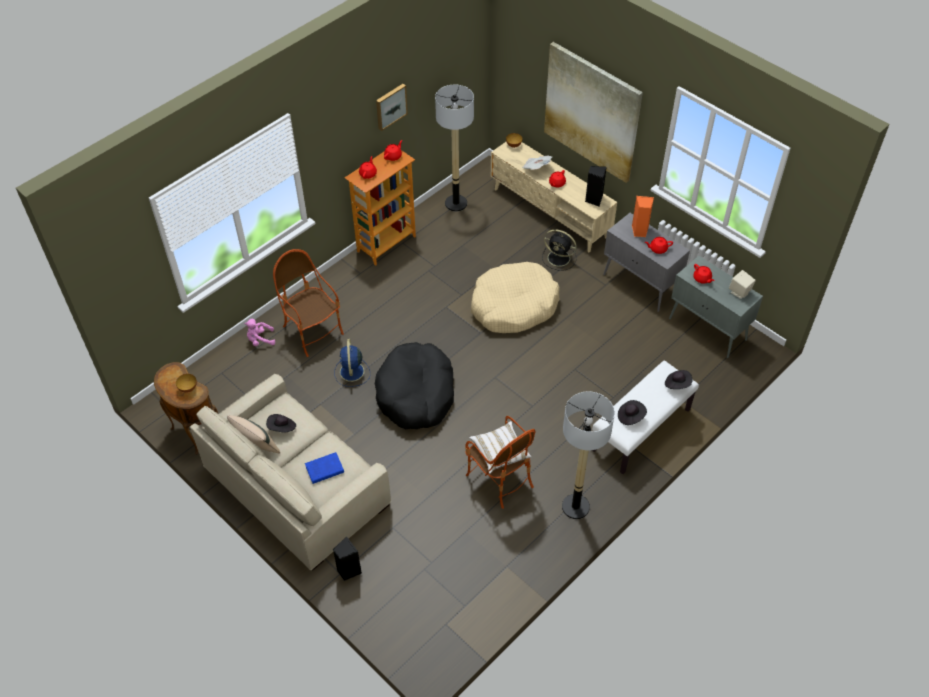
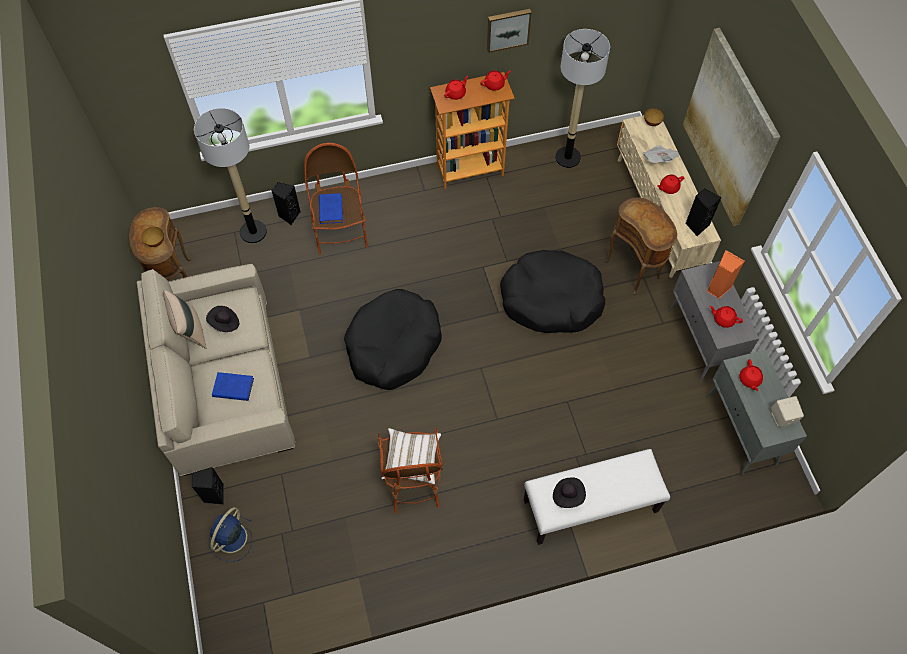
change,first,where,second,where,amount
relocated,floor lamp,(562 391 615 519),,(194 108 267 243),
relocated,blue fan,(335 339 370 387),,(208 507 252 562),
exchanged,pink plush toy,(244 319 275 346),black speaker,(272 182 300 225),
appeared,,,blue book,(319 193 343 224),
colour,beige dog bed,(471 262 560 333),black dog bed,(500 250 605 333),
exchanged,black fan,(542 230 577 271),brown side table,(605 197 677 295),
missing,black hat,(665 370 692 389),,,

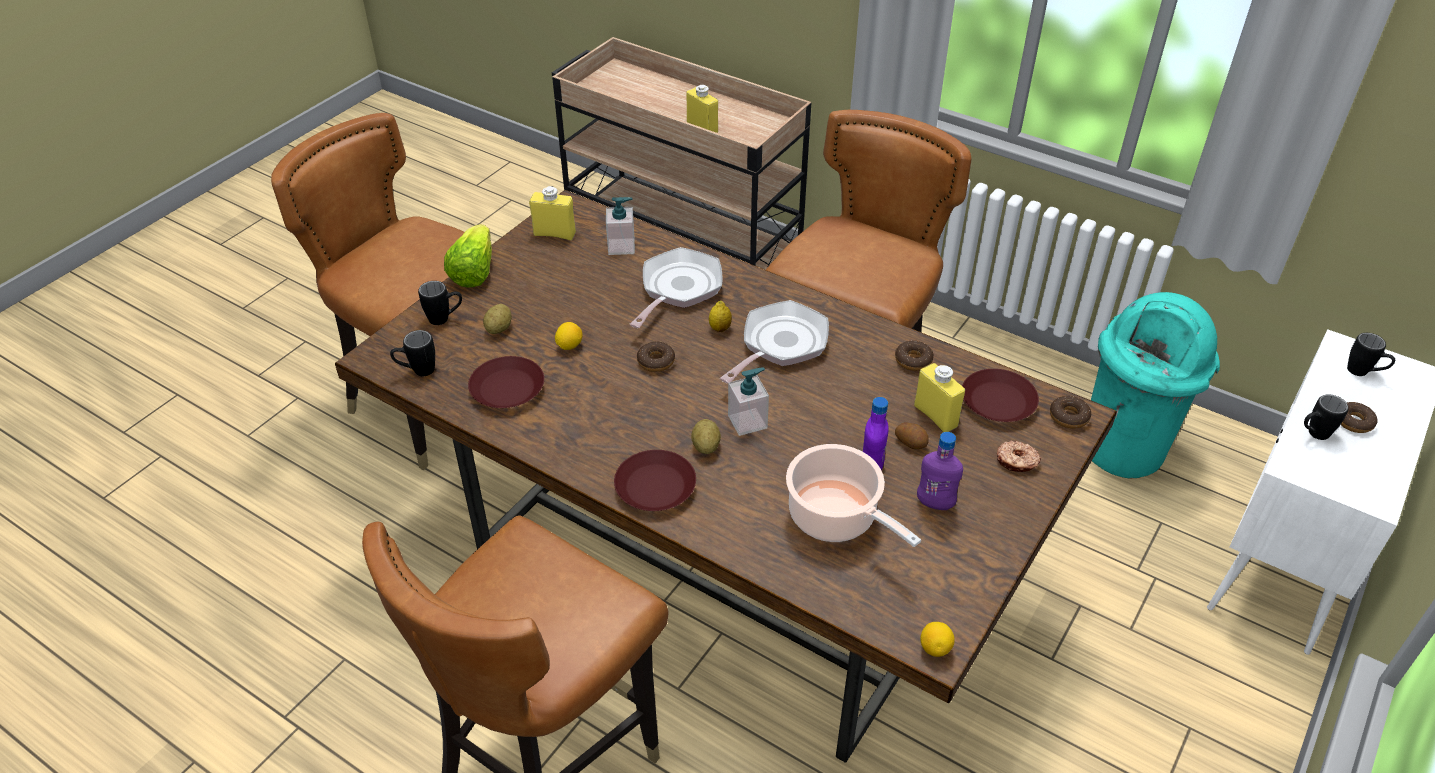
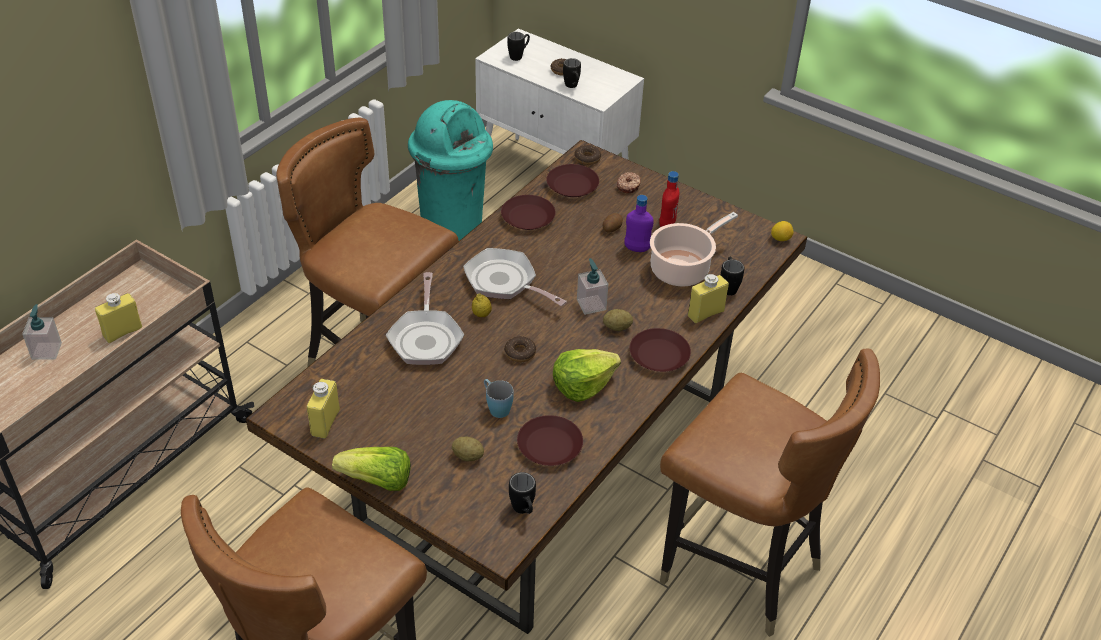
change,first,where,second,where,amount
relocated,soap dispenser,(606 197 635 255),,(22 304 62 360),
spun,frying pan,(630 247 723 328),,(386 272 464 365),120 degrees counterclockwise
exchanged,lemon,(555 322 583 350),blue mug,(484 379 514 418),
exchanged,donut,(895 341 934 371),brown plate,(501 195 556 230),
appeared,,,lettuce,(553 349 621 402),
colour,purple bottle,(917 432 963 510),red bottle,(659 171 679 227),
relocated,yellow bottle,(914 363 965 432),,(688 274 729 323),
relocated,black mug,(418 281 462 325),,(721 257 744 295),

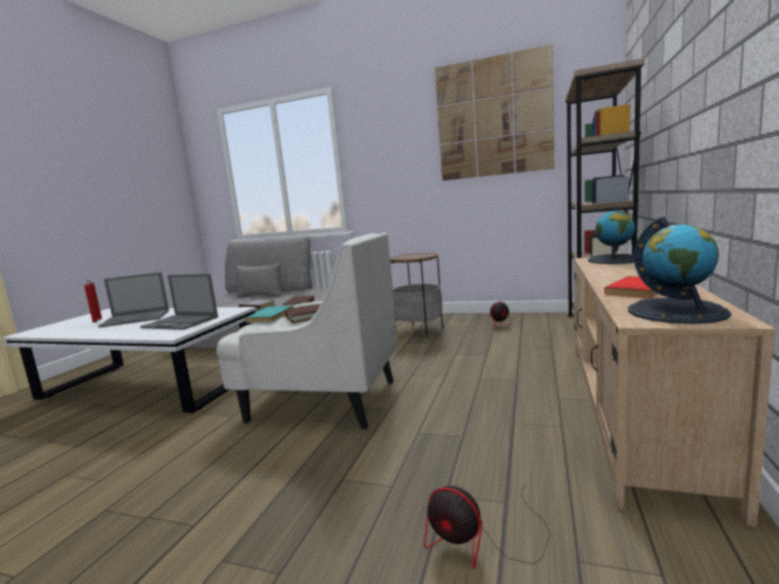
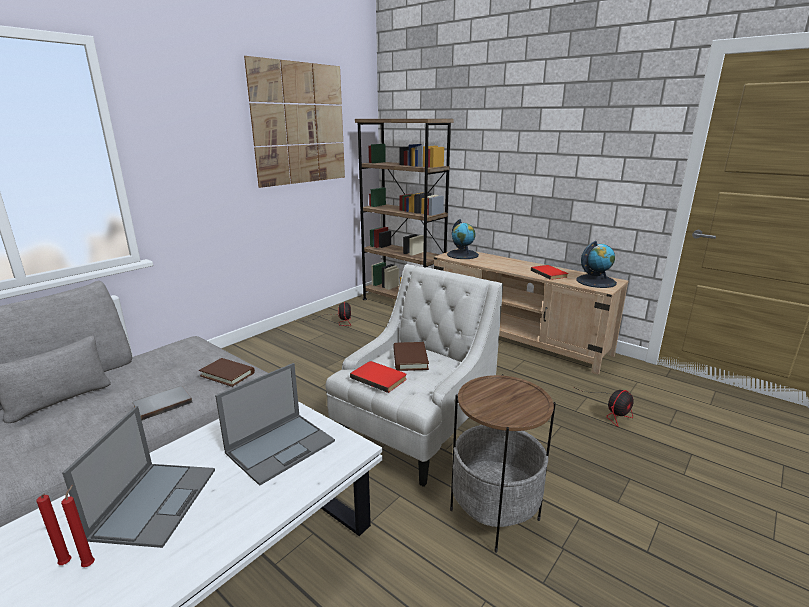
change,first,where,second,where,amount
colour,turquoise book,(245 306 292 323),red book,(350 361 407 393),
relocated,side table,(390 253 443 338),,(450 374 556 553),

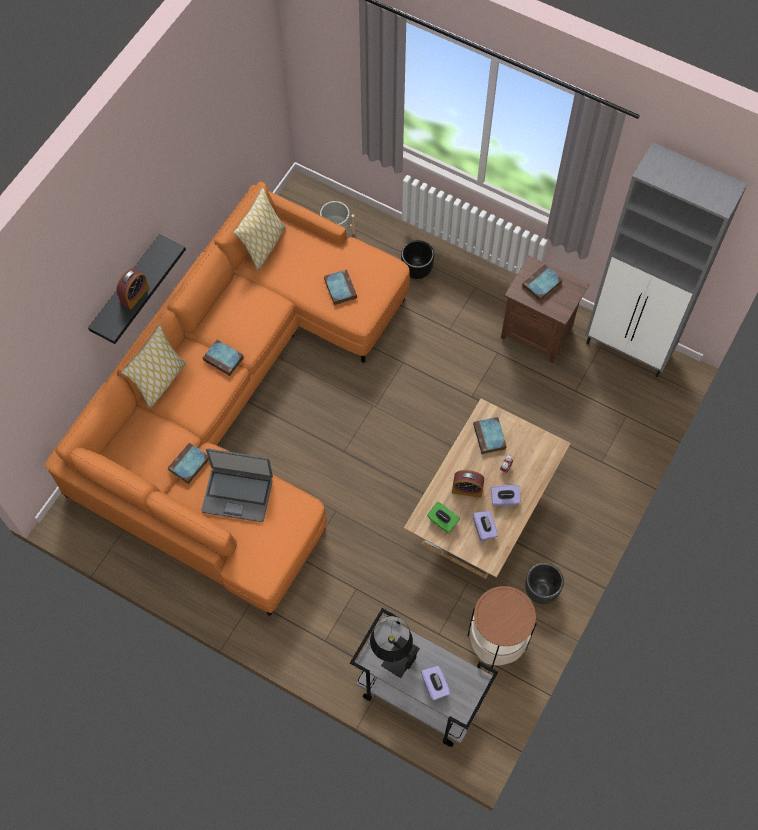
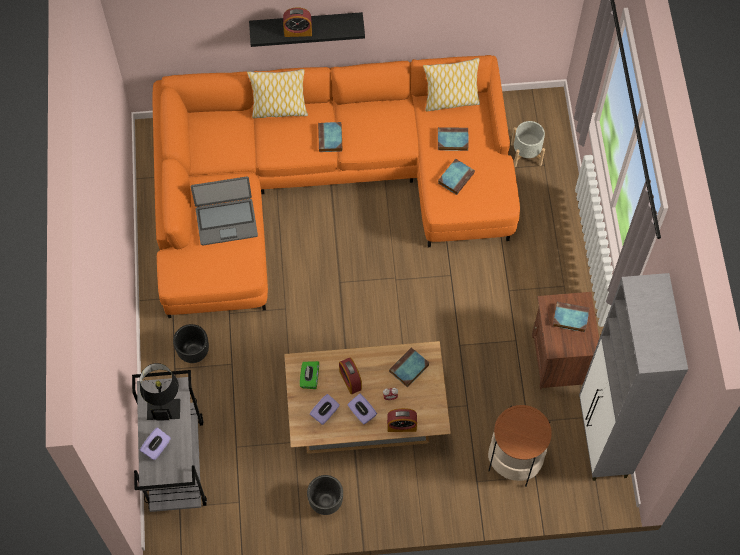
change,first,where,second,where,amount
relocated,black planter,(401 240 434 279),,(173 324 209 363),
spun,laptop,(201 448 273 522),,(191 176 258 246),75 degrees counterclockwise
appeared,,,alarm clock,(387 408 417 432),
relocated,book,(168 443 209 484),,(438 127 469 151),
relocated,side table,(467 586 537 669),,(488 405 552 487),

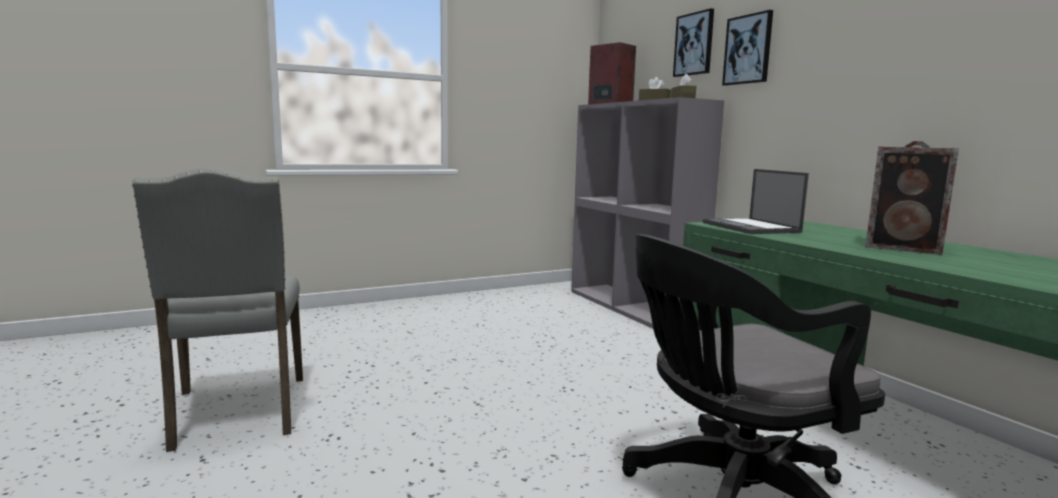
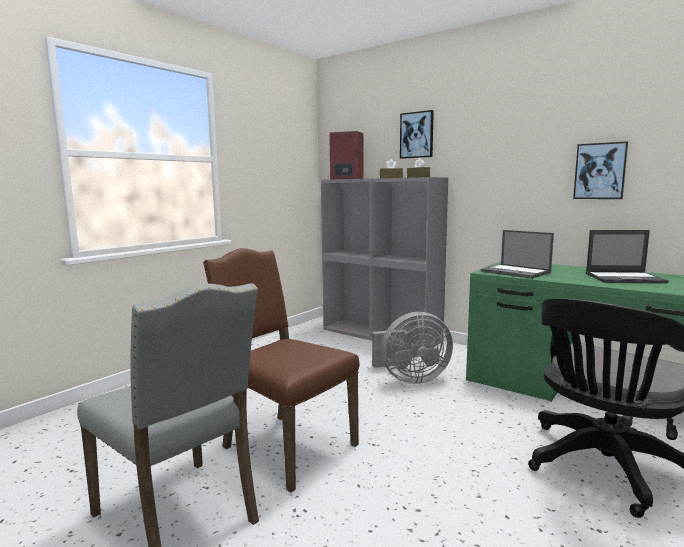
change,first,where,second,where,amount
appeared,,,brown chair,(203 248 360 493),
appeared,,,grey fan,(372 312 453 384),
relocated,picture,(722 10 773 86),,(573 141 628 199),
exchanged,speaker,(865 141 959 255),laptop,(586 230 669 284),

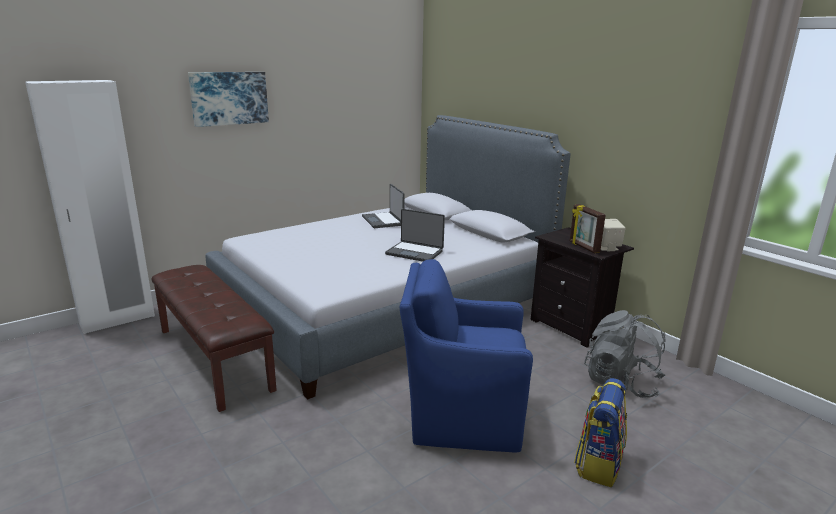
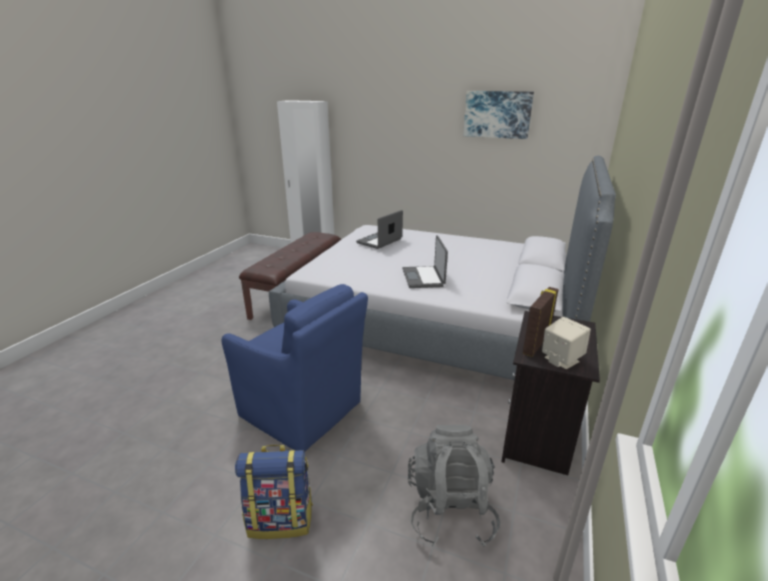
change,first,where,second,where,amount
spun,blue armchair,(400 259 533 453),,(222 284 368 452),150 degrees clockwise
relocated,laptop,(362 184 405 228),,(356 210 403 249),
relocated,picture,(188 72 269 127),,(463 91 534 139),

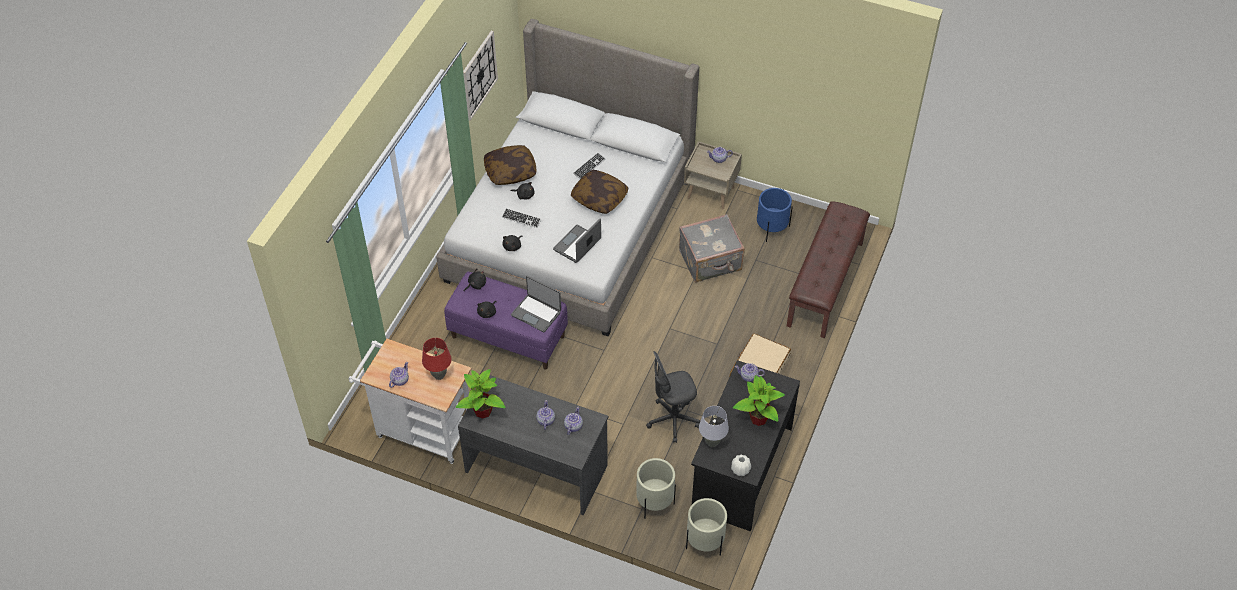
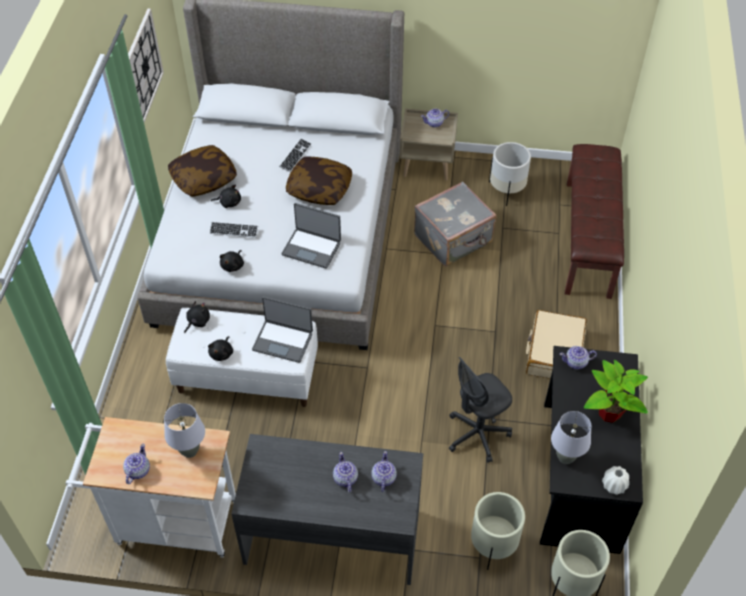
change,first,where,second,where,amount
colour,red table lamp,(422 338 452 380),grey table lamp,(164 403 205 458),
colour,purple bench,(444 272 568 370),white bench,(166 308 318 407),
spun,laptop,(553 218 601 263),,(281 203 341 269),90 degrees counterclockwise
colour,blue planter,(757 188 793 242),white planter,(489 142 531 206),
missing,potted plant,(456 369 506 419),,,

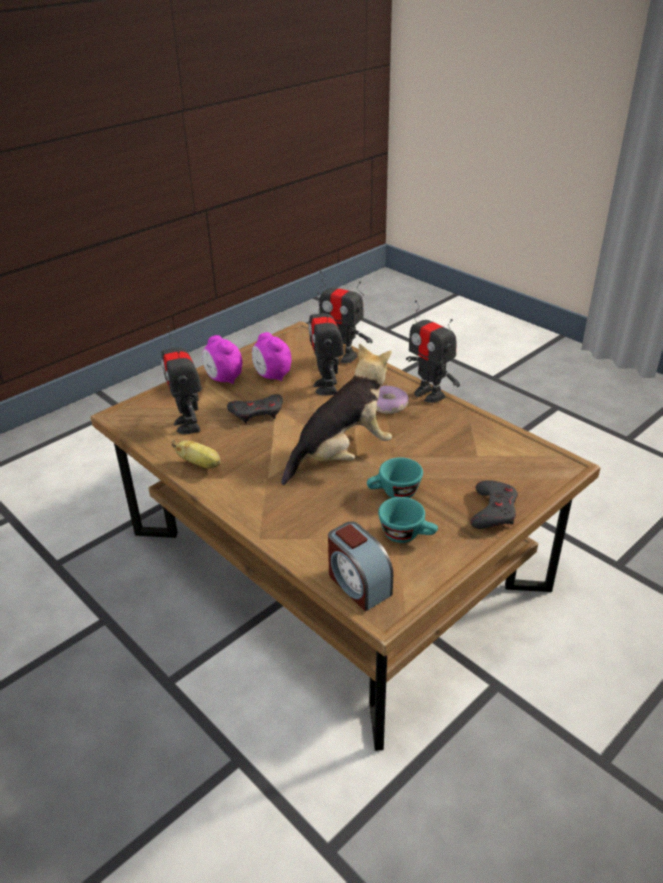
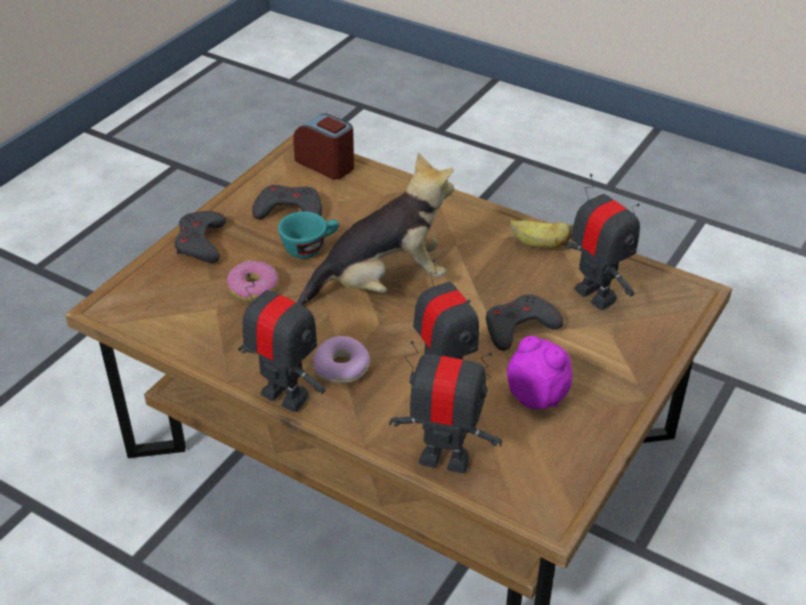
change,first,where,second,where,amount
appeared,,,donut,(227 261 279 302),
exchanged,turquoise cup,(378 497 438 543),grey game controller,(252 184 322 219),
spun,plush toy,(281 343 392 485),,(297 153 454 305),150 degrees counterclockwise
missing,alarm clock,(202 335 242 384),,,

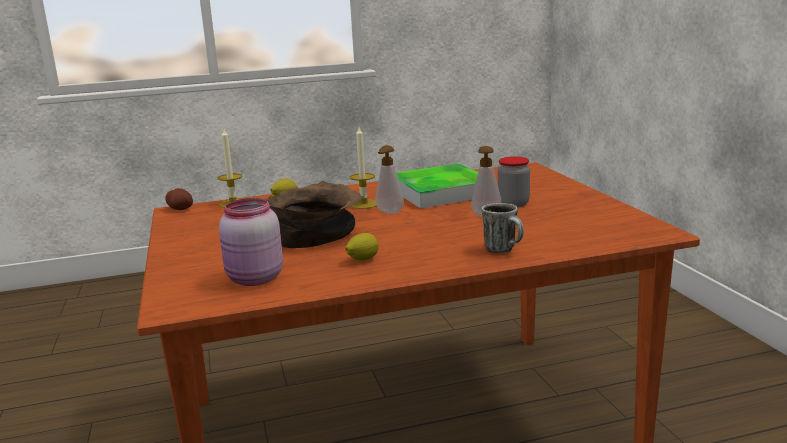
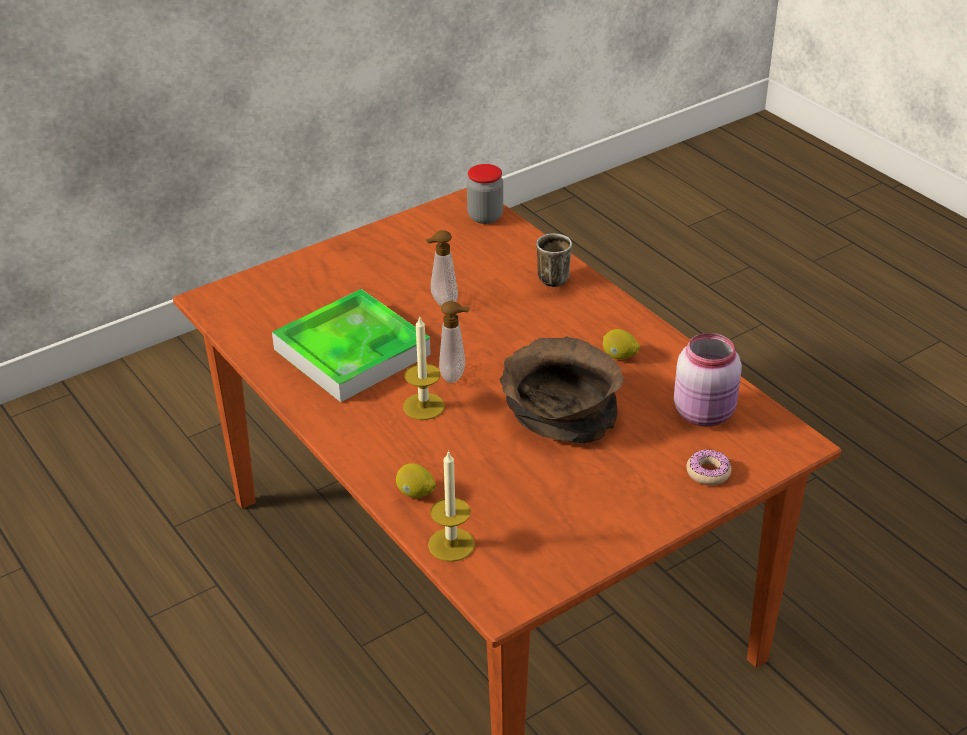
change,first,where,second,where,amount
relocated,jar,(498 156 530 207),,(467 164 503 224),
appeared,,,donut,(686 449 731 485),
missing,potato,(165 188 193 210),,,

